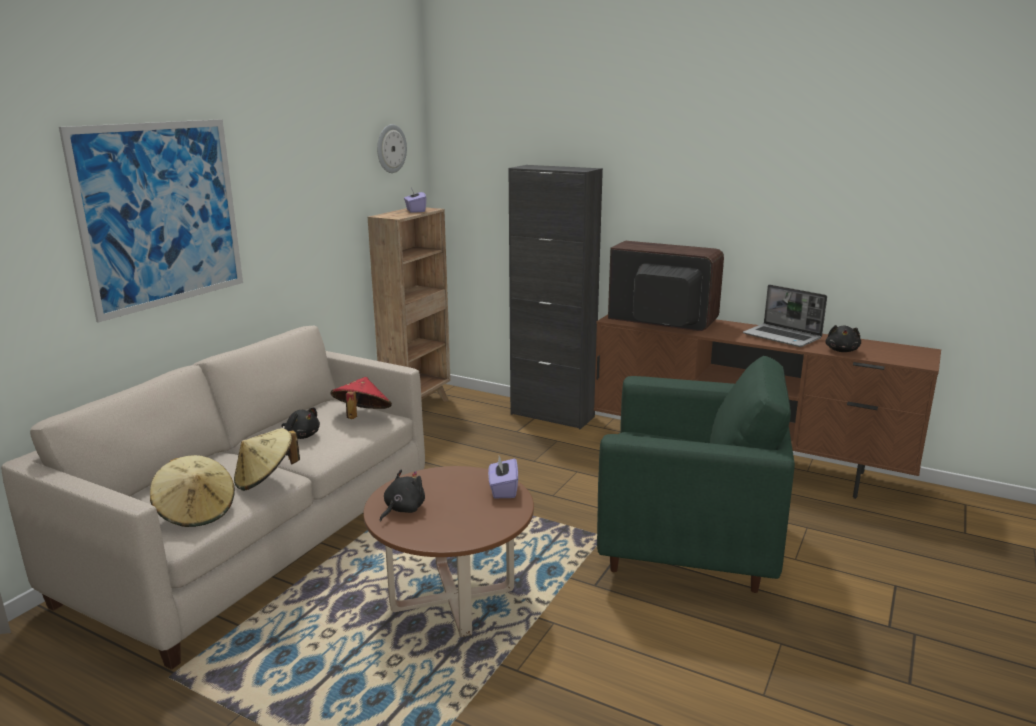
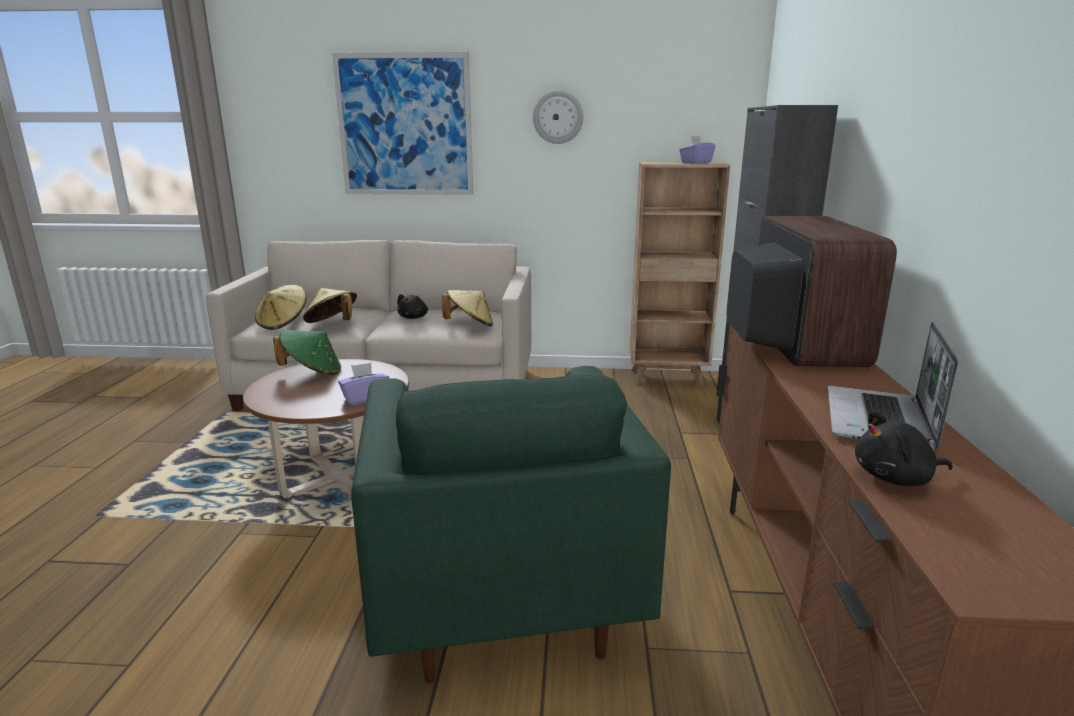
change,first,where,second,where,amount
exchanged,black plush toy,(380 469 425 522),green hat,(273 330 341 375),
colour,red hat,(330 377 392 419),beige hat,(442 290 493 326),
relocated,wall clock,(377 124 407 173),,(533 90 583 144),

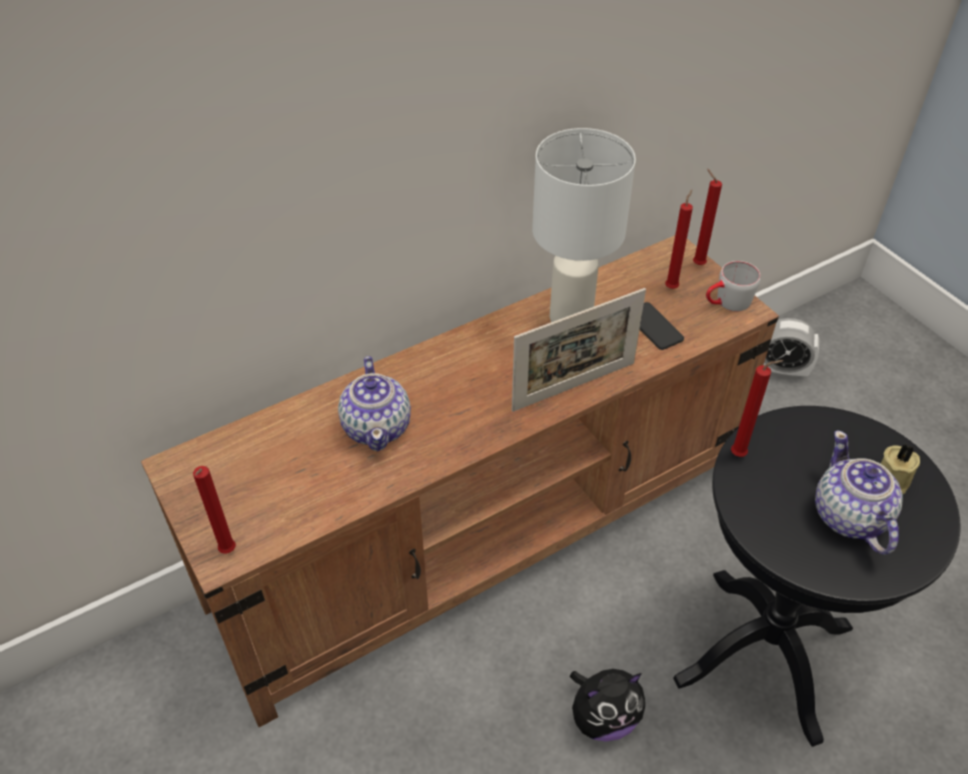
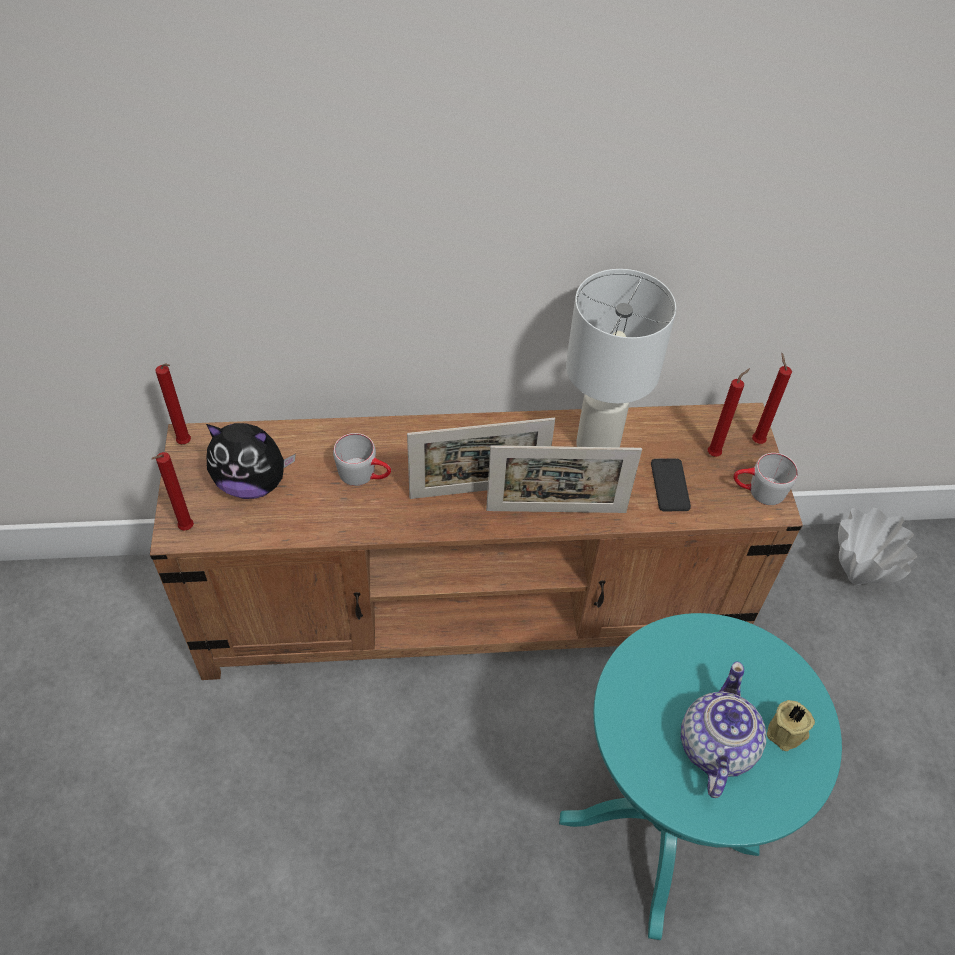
change,first,where,second,where,amount
relocated,red candle,(731 360 783 457),,(156 363 191 445),
relocated,plush toy,(570 669 645 742),,(206 423 296 499),
exchanged,teapot,(338 356 411 451),grey mug,(333 433 391 486),
appeared,,,picture frame,(407 418 555 499),
colour,black side table,(673 406 961 747),turquoise side table,(559 613 842 940),
exchanged,alarm clock,(764 318 819 380),white vase,(838 508 917 585),

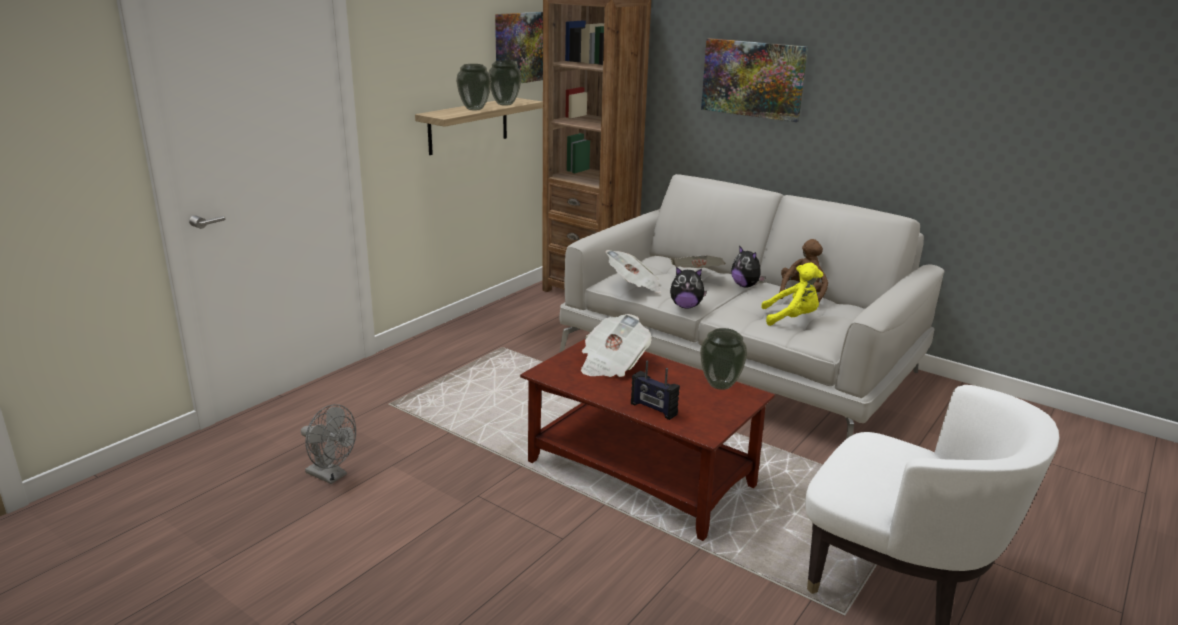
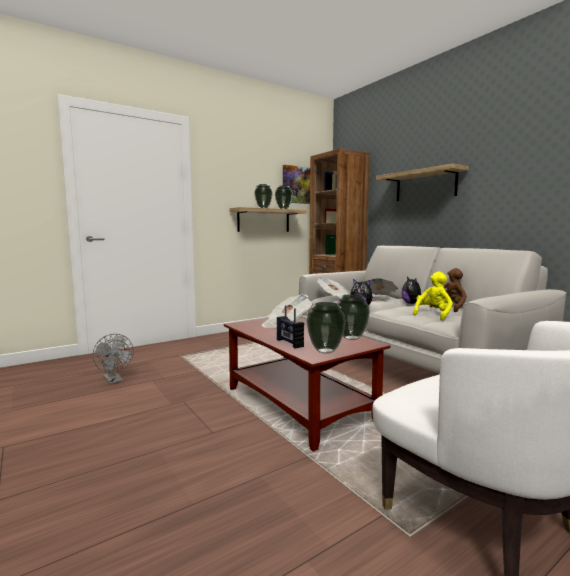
change,first,where,second,where,amount
appeared,,,vase,(307 302 346 354),
exchanged,picture,(701 38 808 122),shelf,(376 164 469 201),
spun,yellow plush toy,(761 263 823 326),,(413 271 453 321),75 degrees counterclockwise

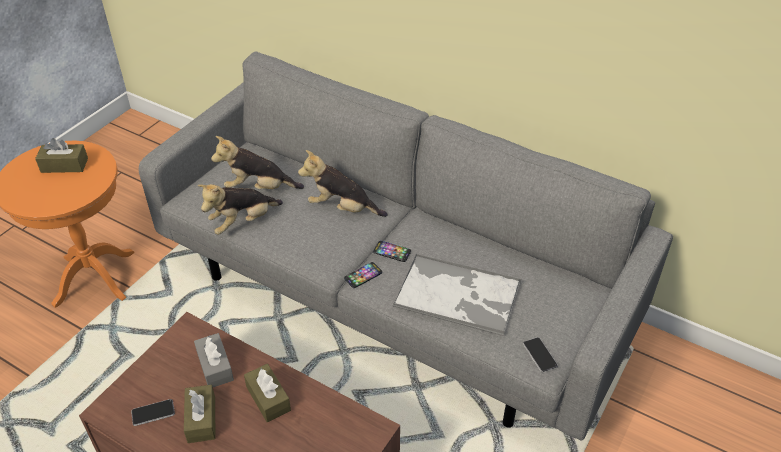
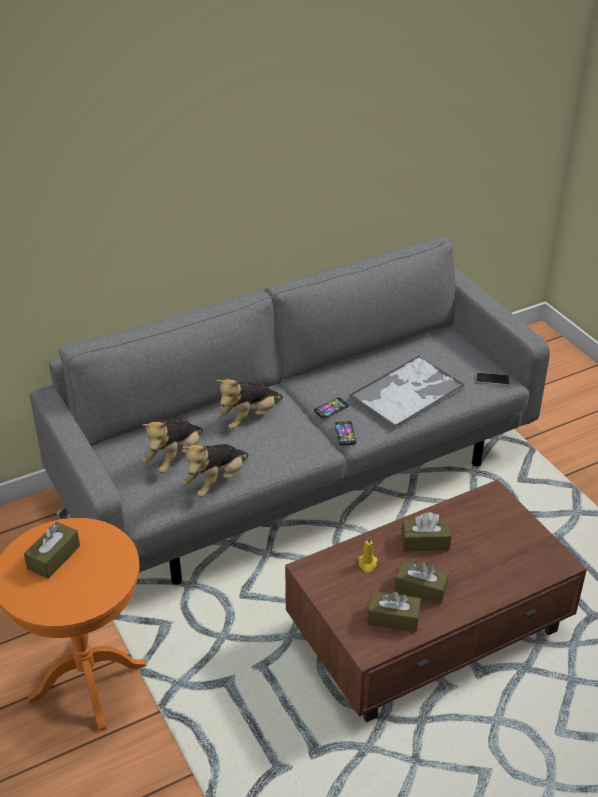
change,first,where,second,where,amount
spun,plush toy,(198 184 283 235),,(182 444 249 498),45 degrees clockwise
exchanged,grey tissue box,(194 333 234 387),yellow candle,(358 537 378 573),
exchanged,phone,(131 399 175 426),brown tissue box,(367 591 421 632),

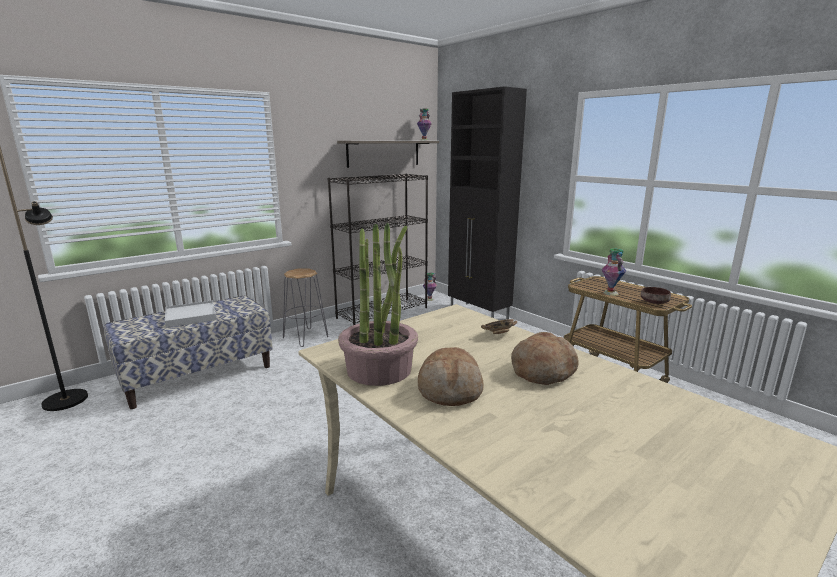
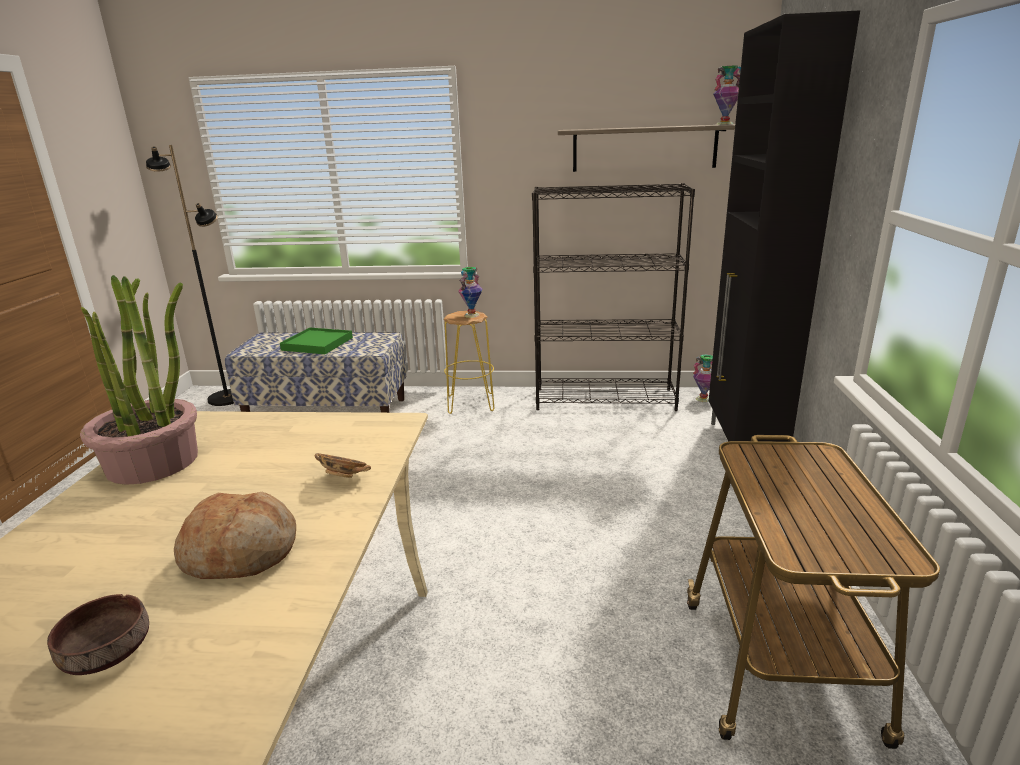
change,first,where,second,where,amount
relocated,brown bowl,(641 287 671 304),,(47 594 149 675),
colour,white tray,(165 300 217 328),green tray,(280 328 353 354),
colour,grey stool,(283 268 328 347),yellow stool,(443 311 494 414),
relocated,vase,(602 249 626 296),,(458 267 482 318),
missing,bread,(418 347 484 406),,,

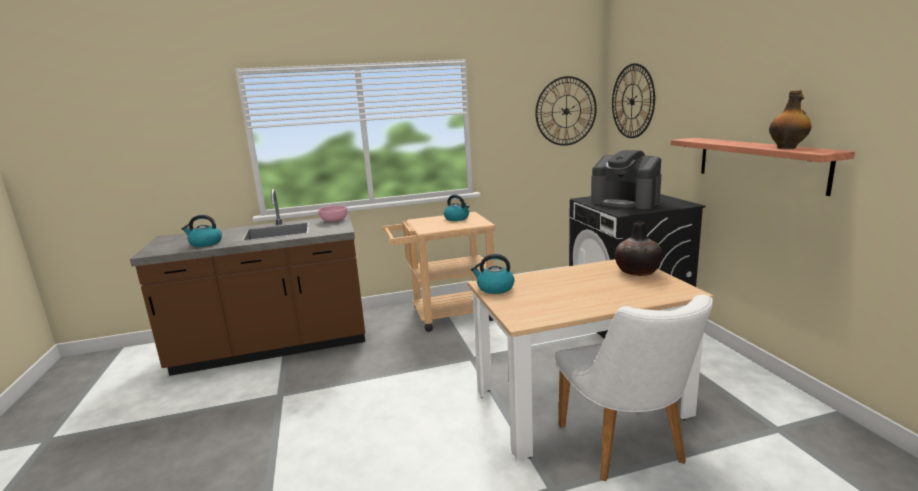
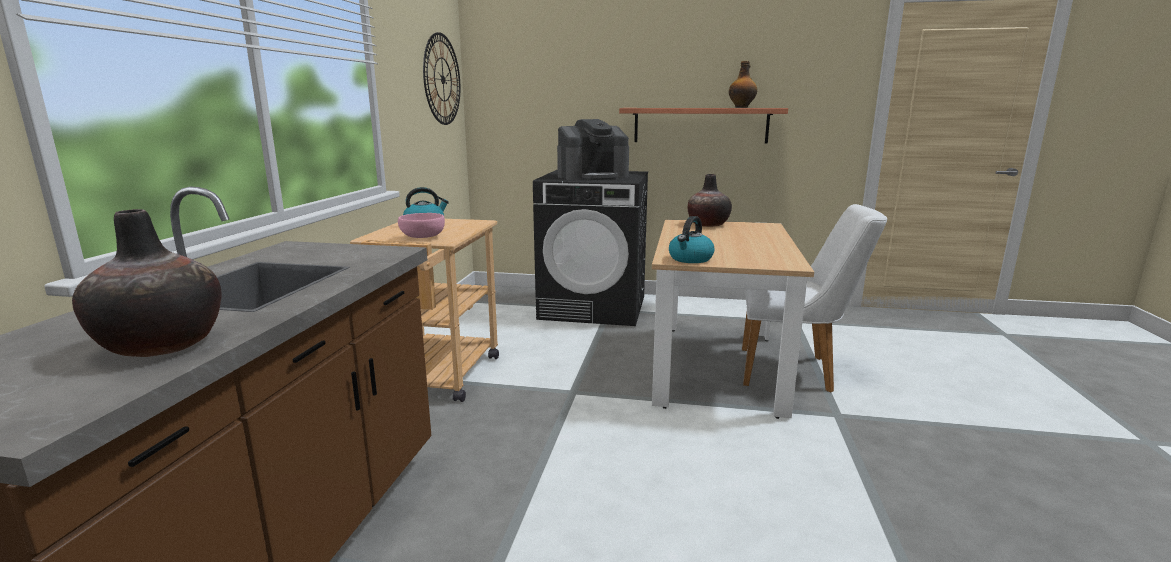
change,first,where,second,where,amount
exchanged,kettle,(182 215 222 247),vase,(72 209 222 357),
relocated,pink bowl,(318 206 347 222),,(398 213 445 238),
missing,wall clock,(612 63 655 138),,,

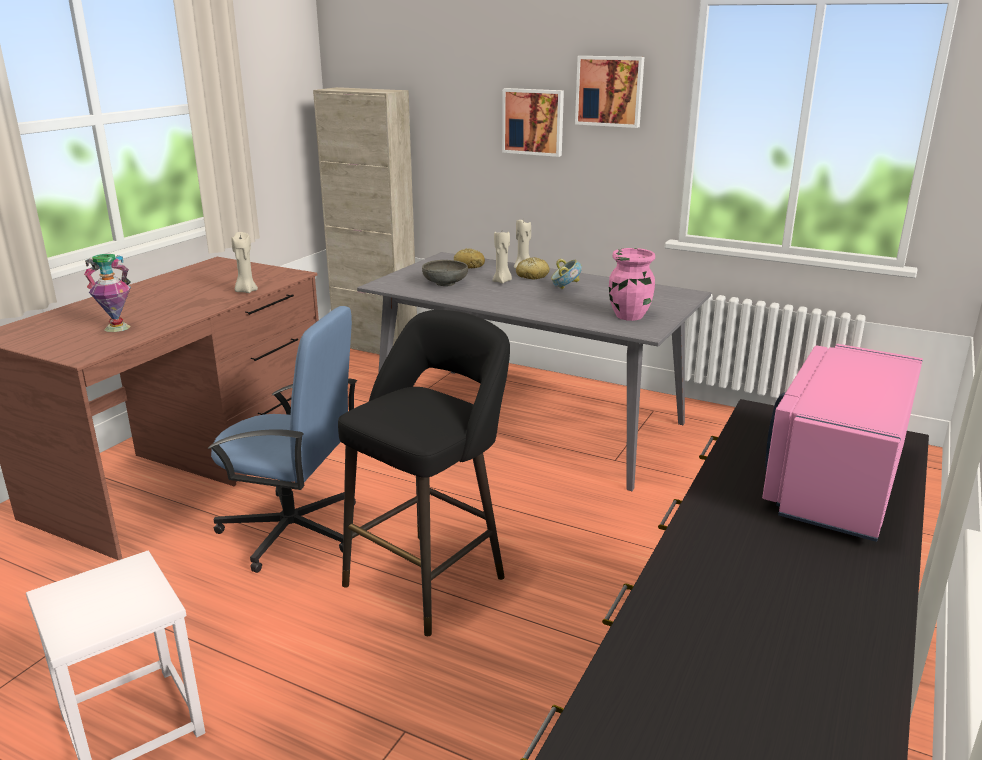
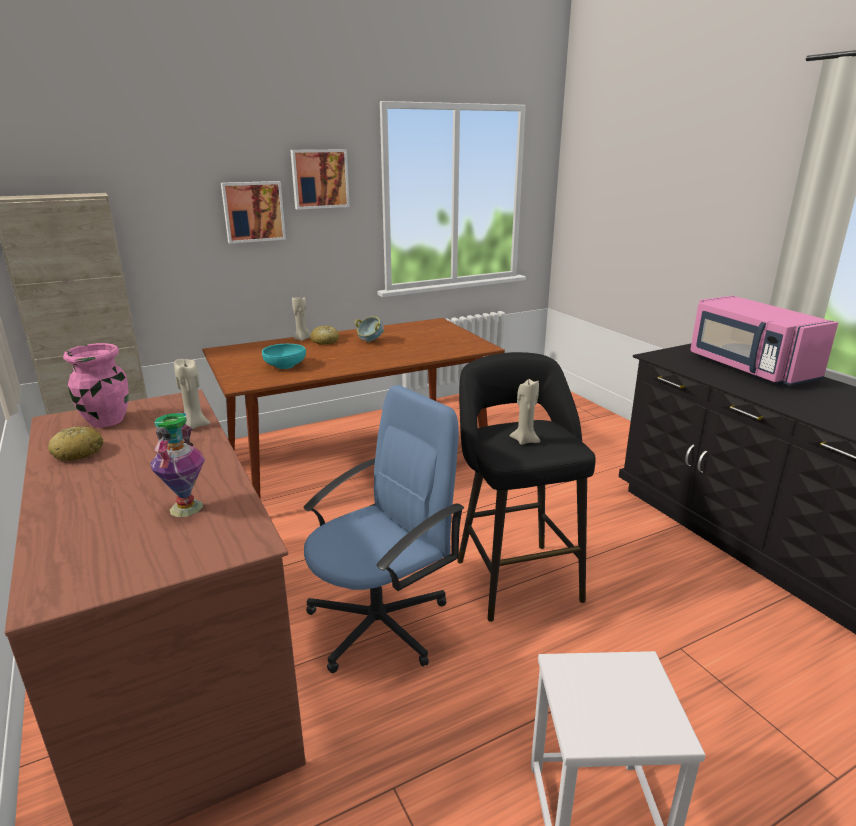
change,first,where,second,where,amount
relocated,bread,(454 248 485 269),,(48 427 103 461),
relocated,pink vase,(609 248 655 321),,(63 343 129 427),
colour,grey dining table,(357 252 711 491),brown dining table,(202 318 505 500),
colour,grey bowl,(422 260 468 286),turquoise bowl,(262 344 306 369),
relocated,beige candle,(492 232 512 284),,(510 379 540 445),

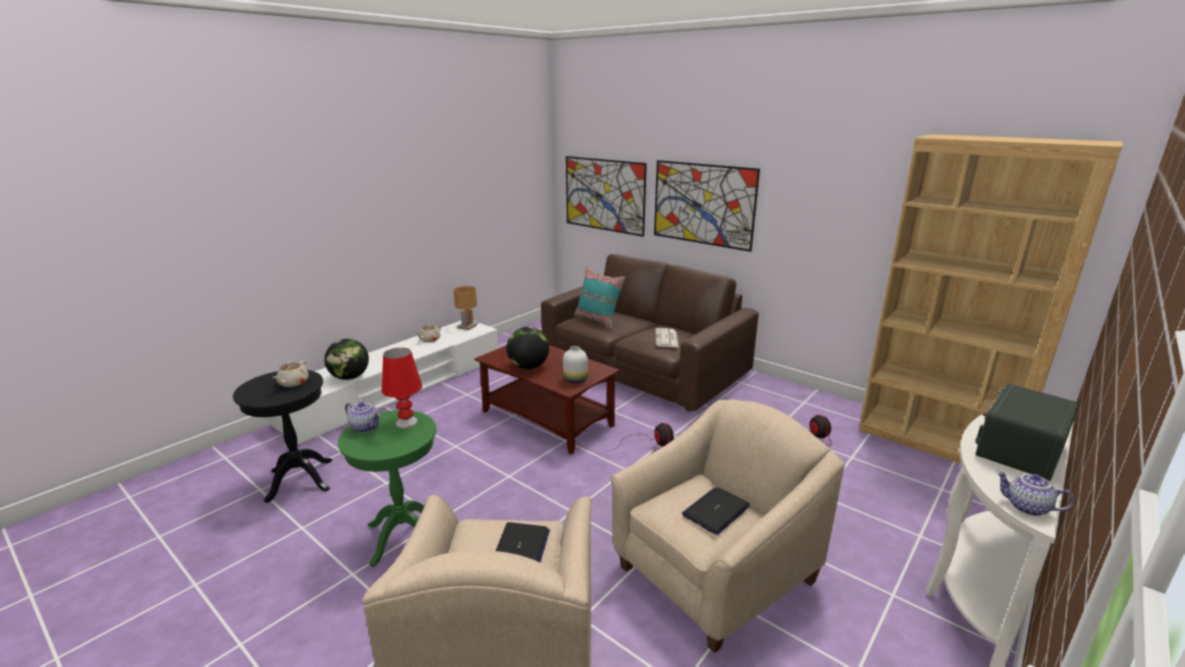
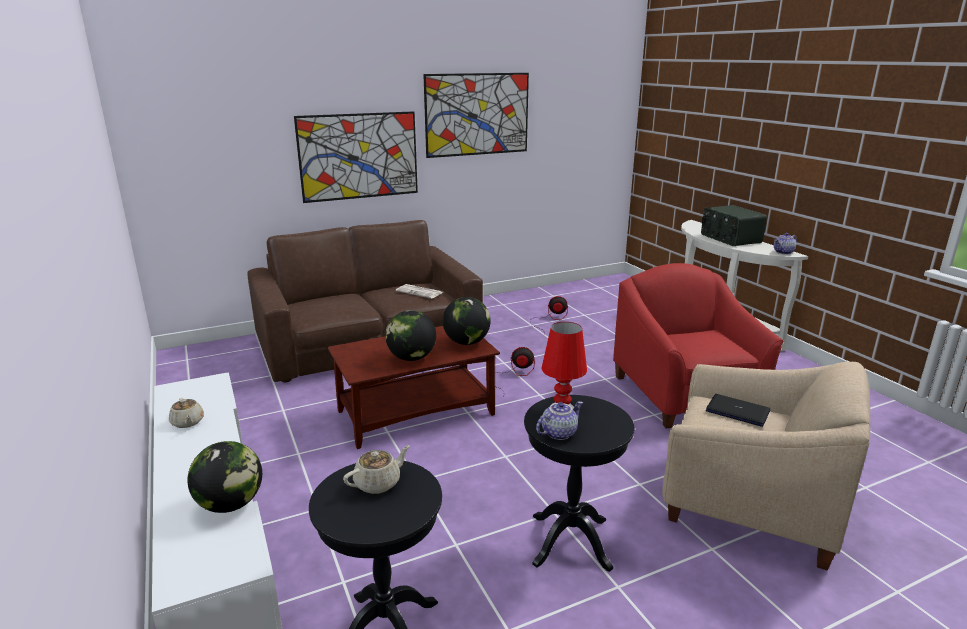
change,first,where,second,where,amount
spun,beige teapot,(273 361 309 387),,(343 445 410 494),75 degrees counterclockwise
relocated,picture,(566 156 647 237),,(423 73 529 158),
exchanged,white vase,(563 346 588 384),globe,(443 297 491 345),
colour,green side table,(338 410 436 567),black side table,(524 395 634 572),
colour,beige armchair,(611 399 845 653),red armchair,(613 263 783 429),
missing,brown table lamp,(454 286 479 330),,,
missing,turquoise pillow,(574 266 626 329),,,
missing,laptop,(682 487 750 535),,,
missing,brown bookcase,(858 134 1123 464),,,

